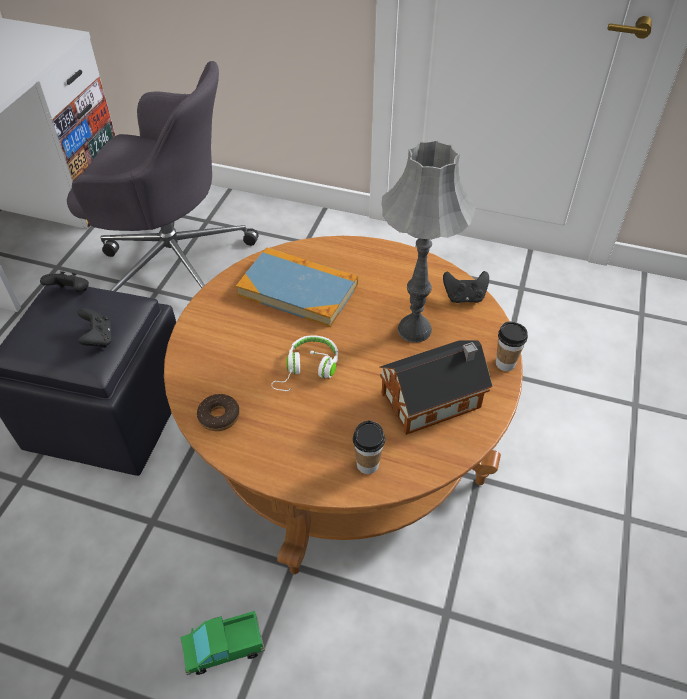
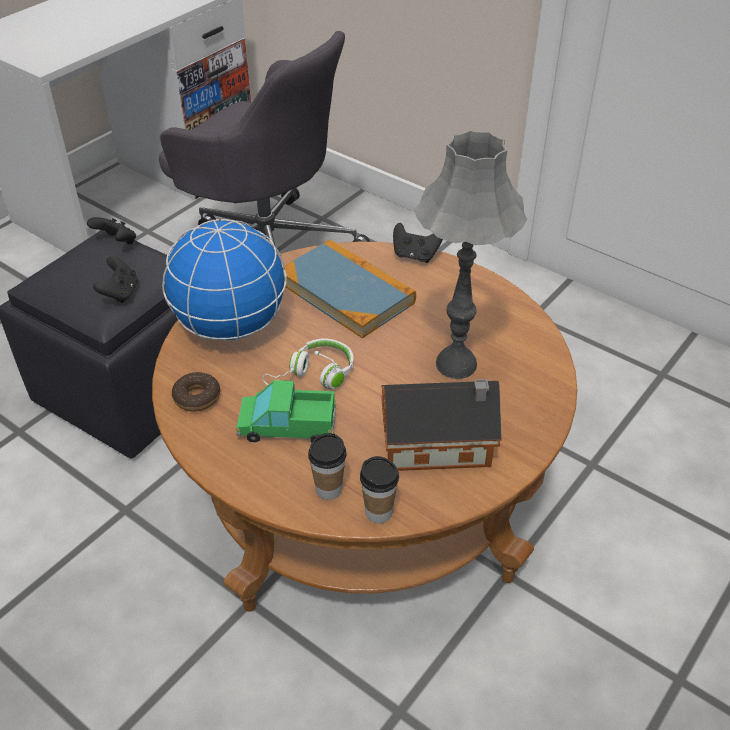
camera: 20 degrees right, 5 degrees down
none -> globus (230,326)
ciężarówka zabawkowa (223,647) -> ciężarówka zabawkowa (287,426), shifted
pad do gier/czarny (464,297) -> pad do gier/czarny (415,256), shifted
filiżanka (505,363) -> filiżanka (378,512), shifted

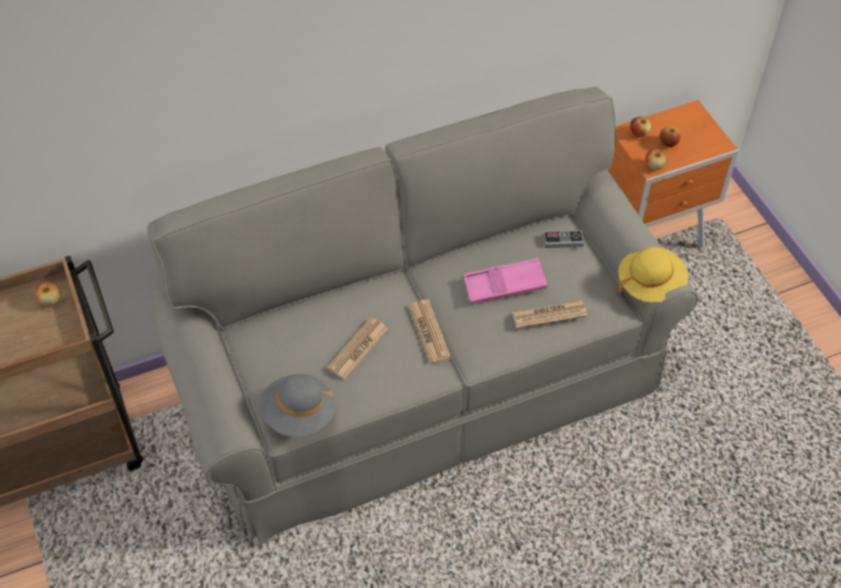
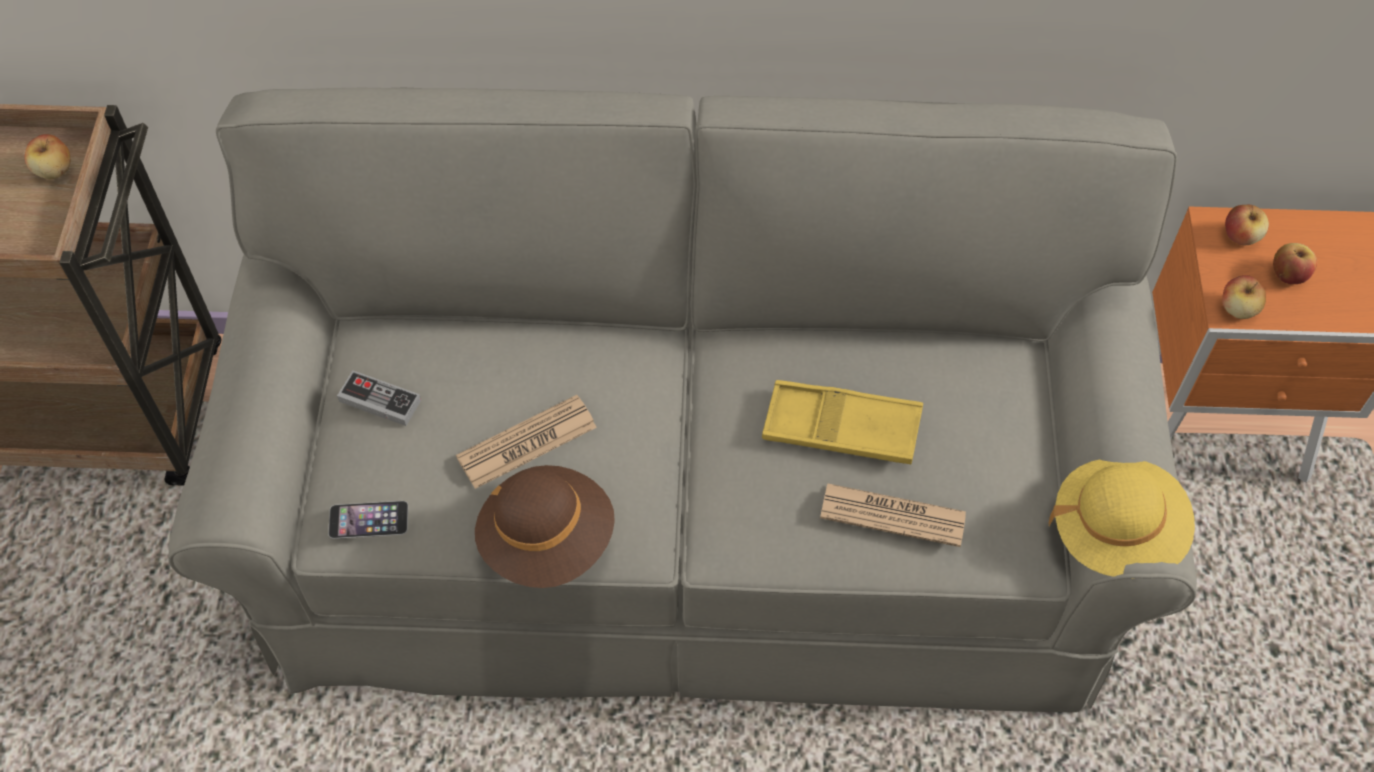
camera: 25 degrees right, 5 degrees up
gazeta (429,331) -> none
none -> kapelusz/brązowy (547,540)
pad do gier (563,240) -> pad do gier (380,400), shifted
kapelusz/szary (299,414) -> telefon (368,520)
taca/różowy (504,285) -> taca/żółty (841,428)

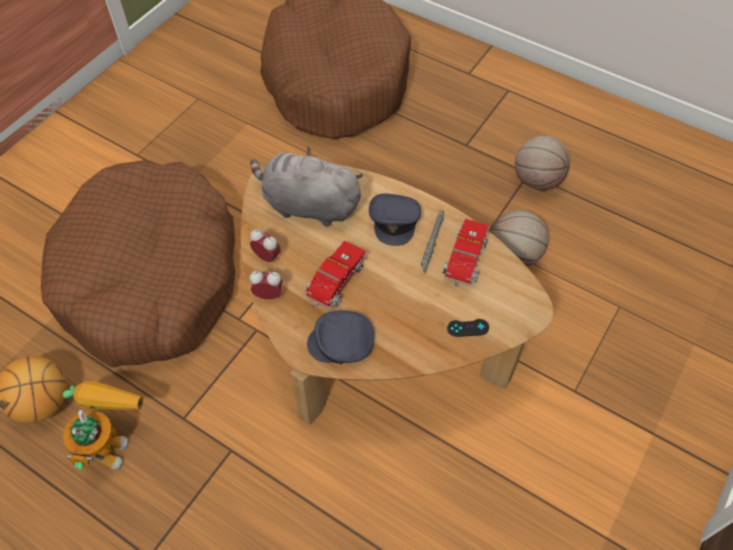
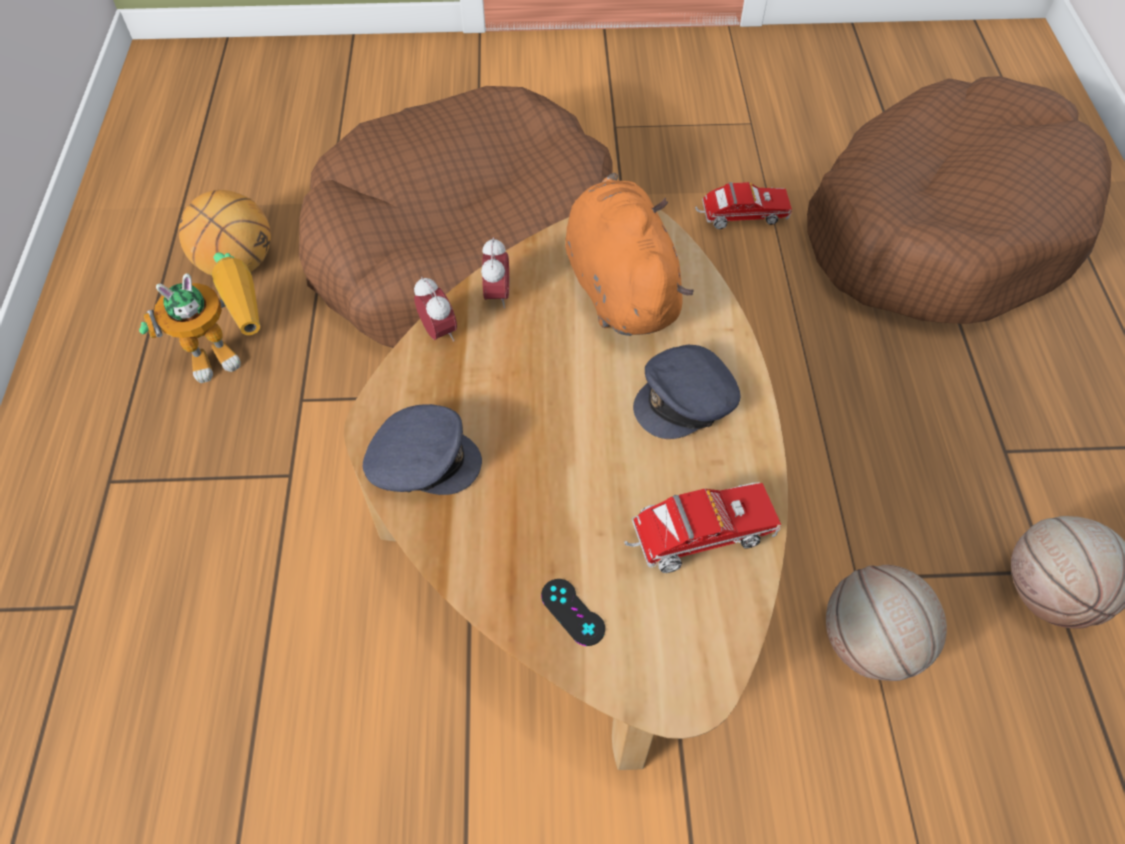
camera: 55 degrees right, 0 degrees up
latarka/szary (432,242) -> none
ciężarówka zabawkowa (335,283) -> ciężarówka zabawkowa (739,216), shifted
pluszak/szary (307,205) -> pluszak/pomarańczowy (619,286)
czapka z daszkiem/szary (342,344) -> czapka z daszkiem/szary (422,460), 135 degrees clockwise

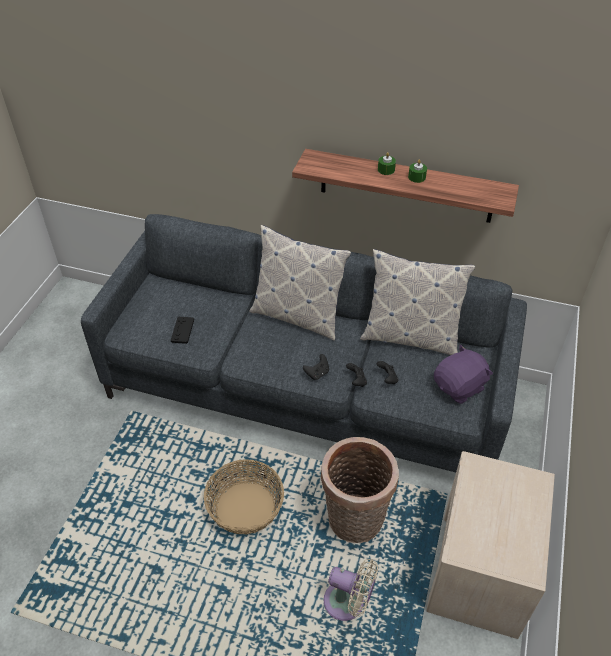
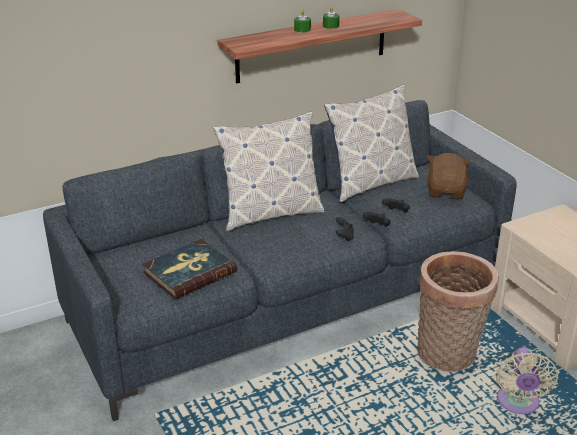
camera: 45 degrees left, 15 degrees down
koszyk (245,507) -> none
pad do gier/czarny (182,330) -> książka (189,272)
pluszak/fioletowy (459,387) -> pluszak/brązowy (446,192)
wentylator/beżowy (348,603) -> wentylator/beżowy (518,404), 120 degrees clockwise

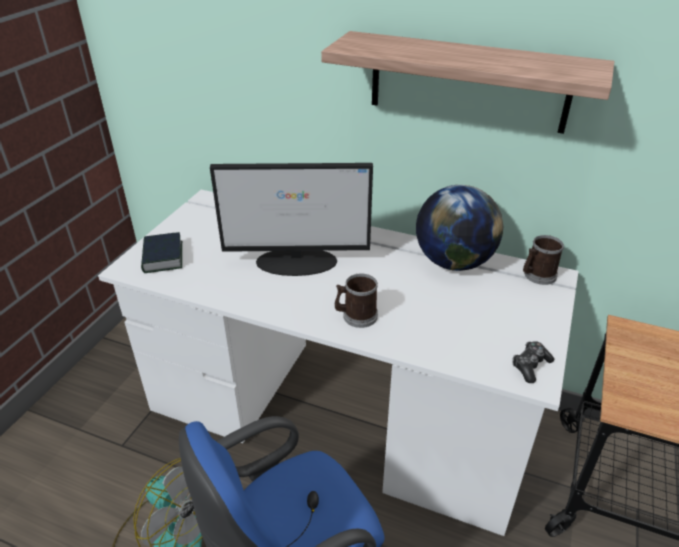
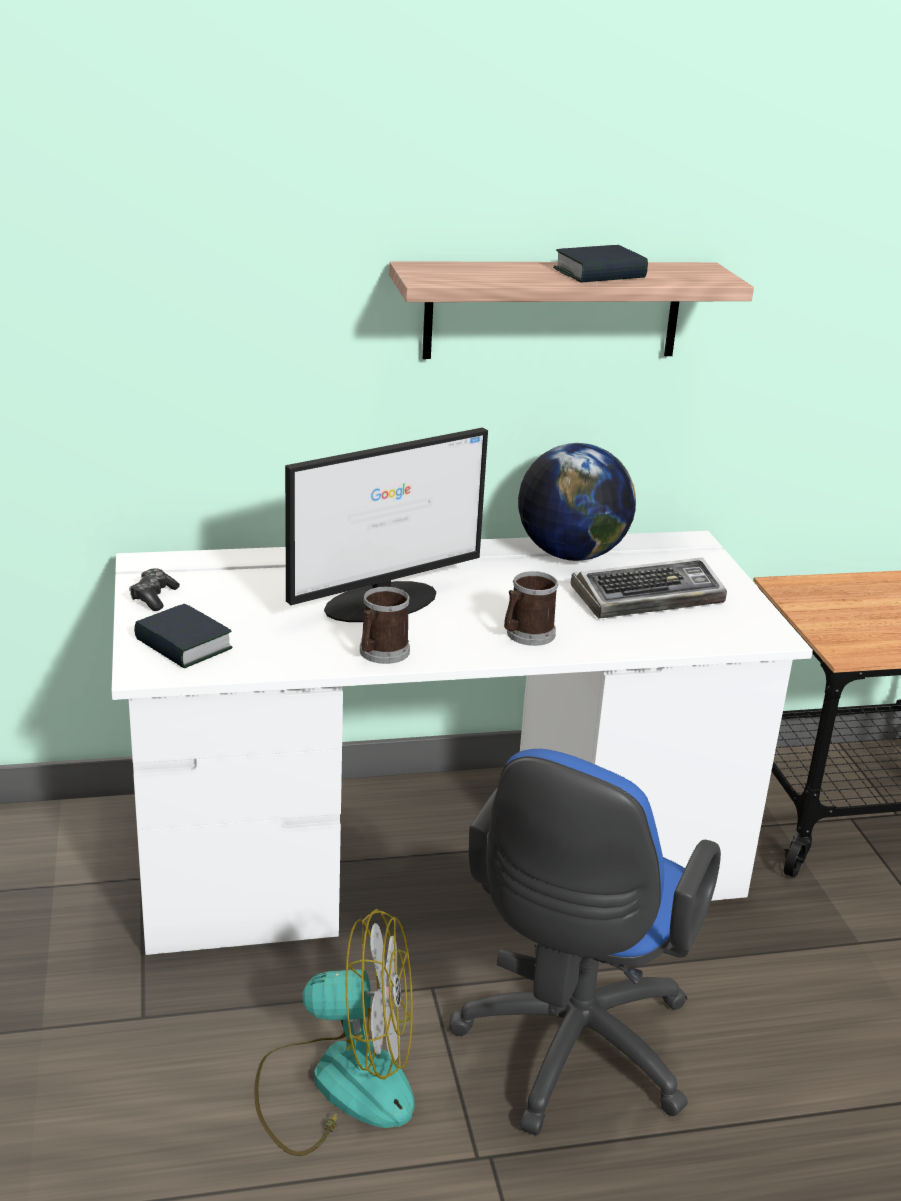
camera: 35 degrees left, 10 degrees down
none -> książka (599,274)
none -> klawiatura (648,597)
pad do gier (530,366) -> pad do gier (153,597), shifted
kubek (537,275) -> kubek (381,653), shifted

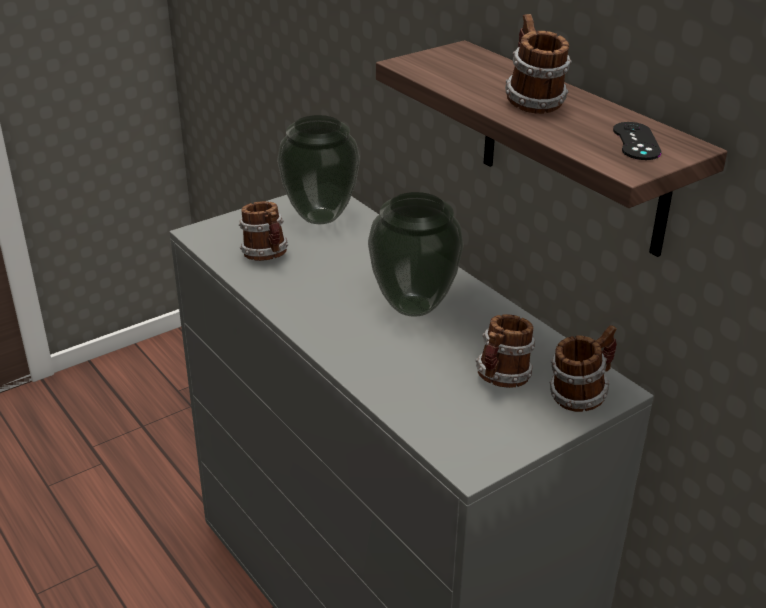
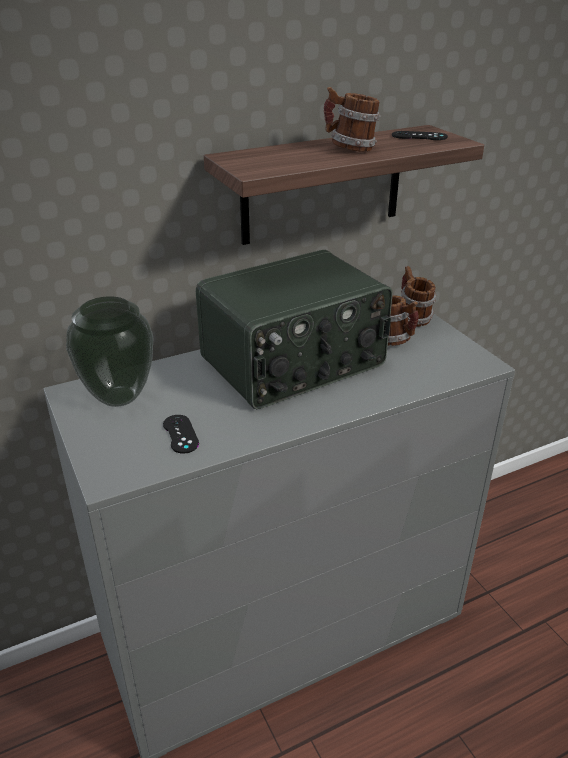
camera: 80 degrees left, 0 degrees up
kubek (266,256) -> pad do gier/czarny (180,434)
wazon (415,306) -> radio (294,363)

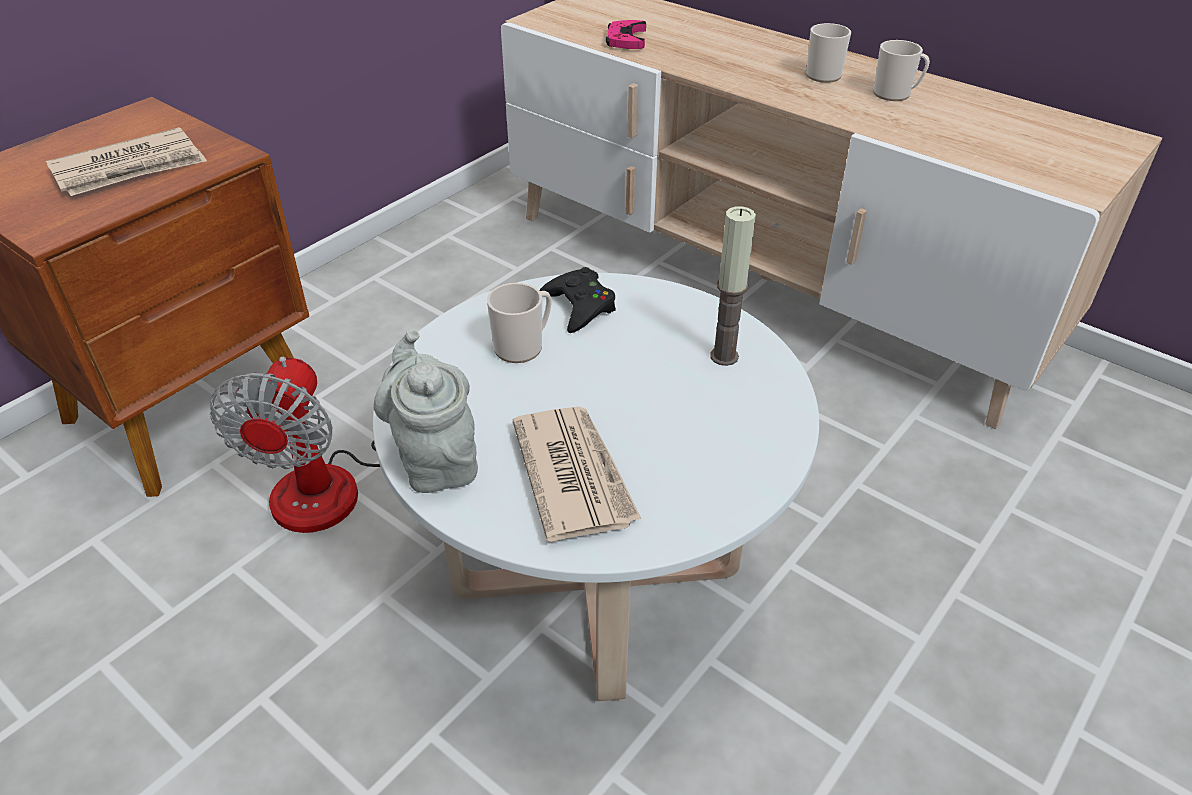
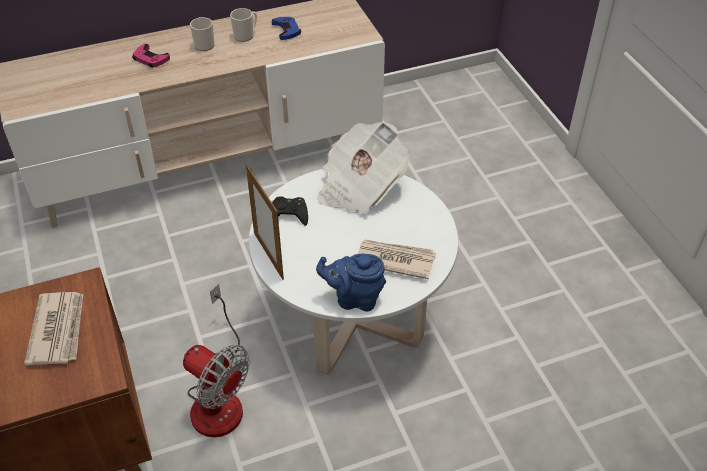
camera: 60 degrees left, 5 degrees up
kubek (523,346) -> none
none -> ramka na zdjęcie (268,255)
none -> pad do gier/niebieski (286,30)
pad do gier/różowy (625,40) -> pad do gier/różowy (150,59), shifted
świeca (724,356) -> gazeta (359,186)
imbryk/szary (435,458) -> imbryk/niebieski (354,298)

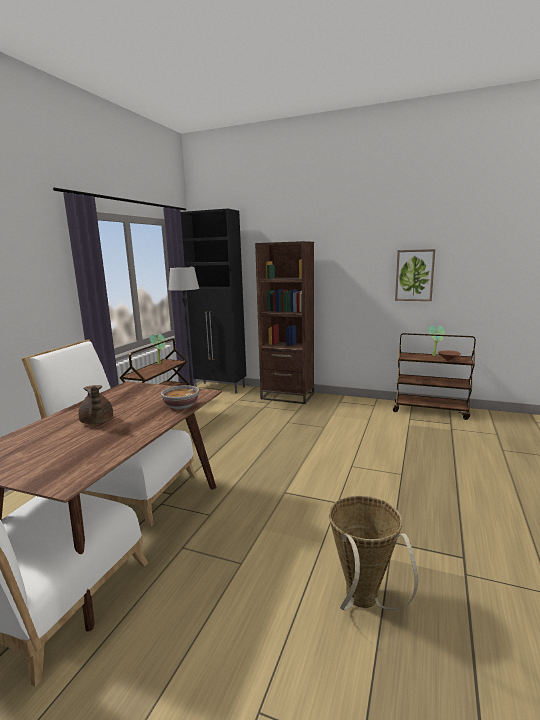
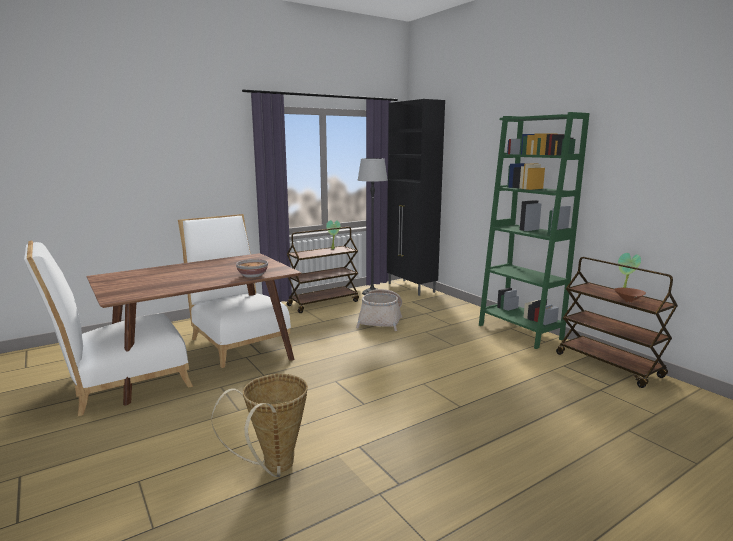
camera: 35 degrees right, 0 degrees up
imbryk/brązowy (96,422) -> none
regał/brązowy (287,396) -> none
obraz (414,275) -> none
none -> koszyk (381,320)
none -> regał/zielony (519,332)

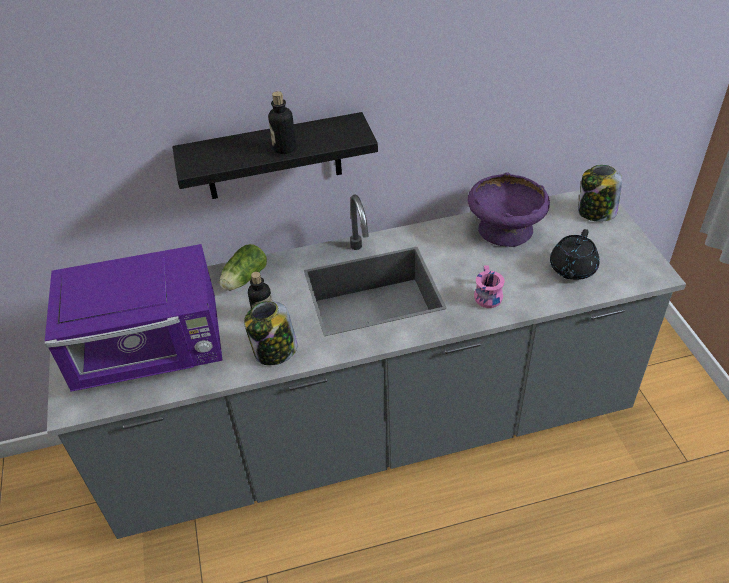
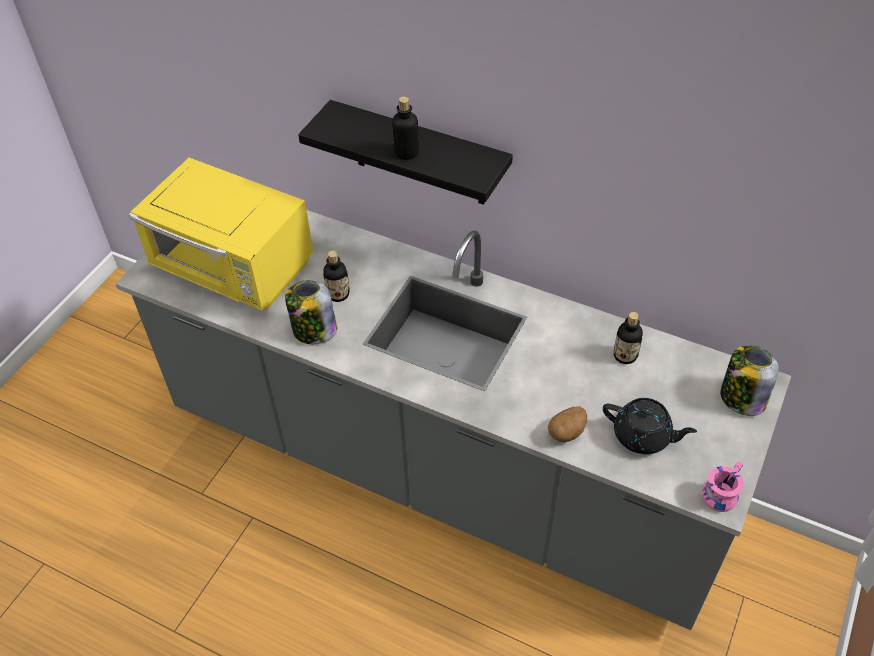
camera: 40 degrees right, 5 degrees up
sałata (243,280) -> none
none -> ziemniak (567,432)
kubek/różowy (485,295) -> kubek/różowy (719,492), shifted
miska/fioletowy (504,231) -> butelka (625,355)
mikrofalówka/fioletowy (152,351) -> mikrofalówka/żółty (234,269)
imbryk/czarny (572,269) -> imbryk/czarny (643,436), 135 degrees counterclockwise

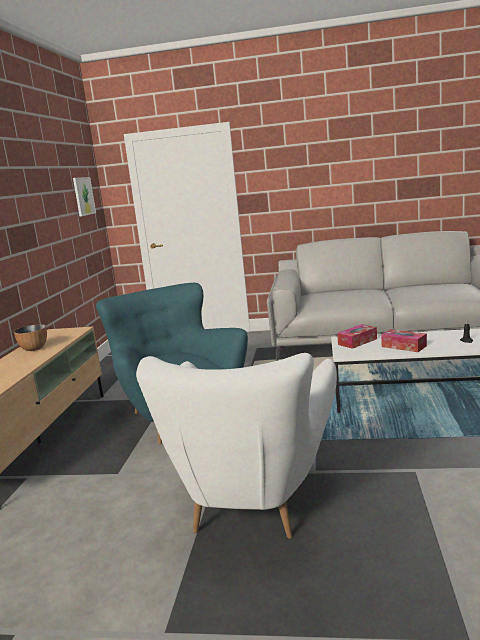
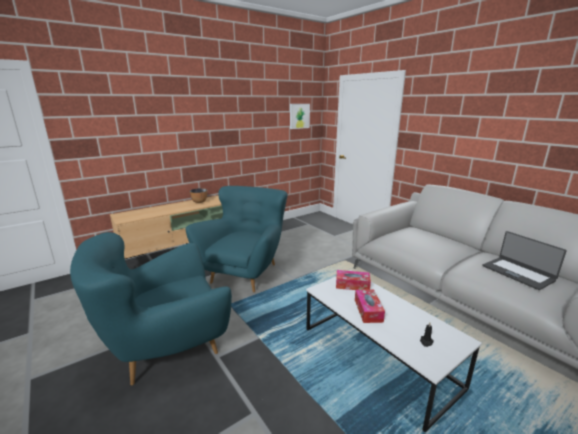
camera: 45 degrees right, 5 degrees up
none -> laptop (518,273)
fotel/biały (252,501) -> fotel/turkusowy (166,348)

